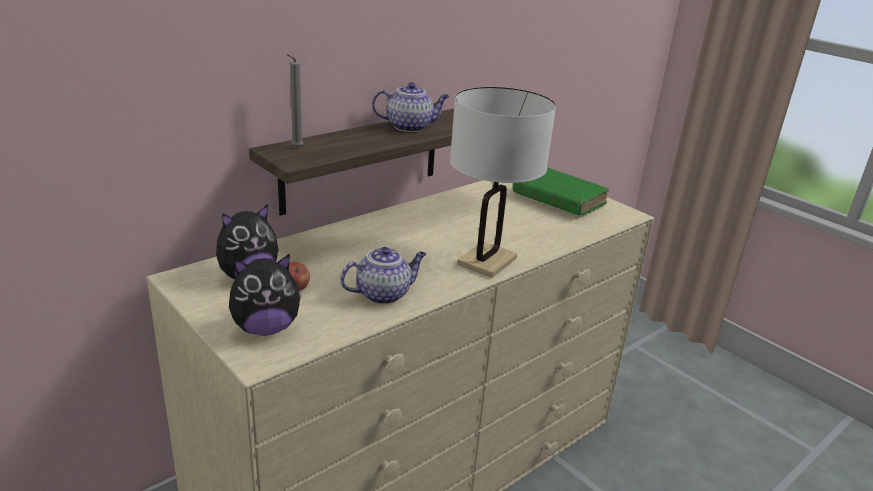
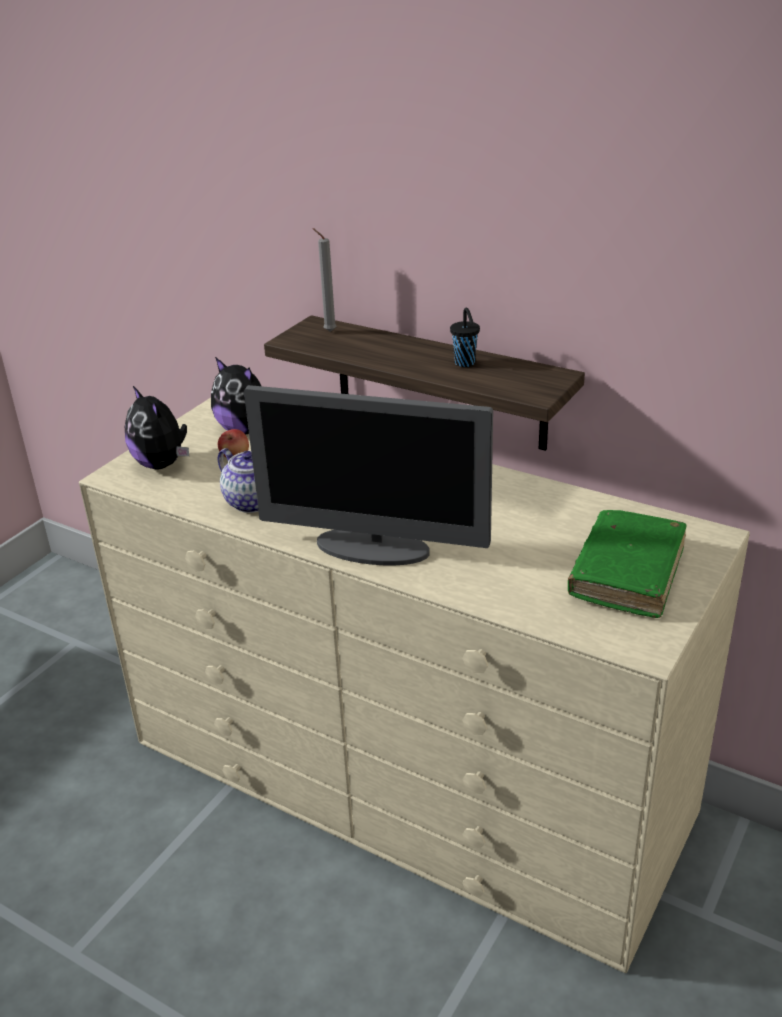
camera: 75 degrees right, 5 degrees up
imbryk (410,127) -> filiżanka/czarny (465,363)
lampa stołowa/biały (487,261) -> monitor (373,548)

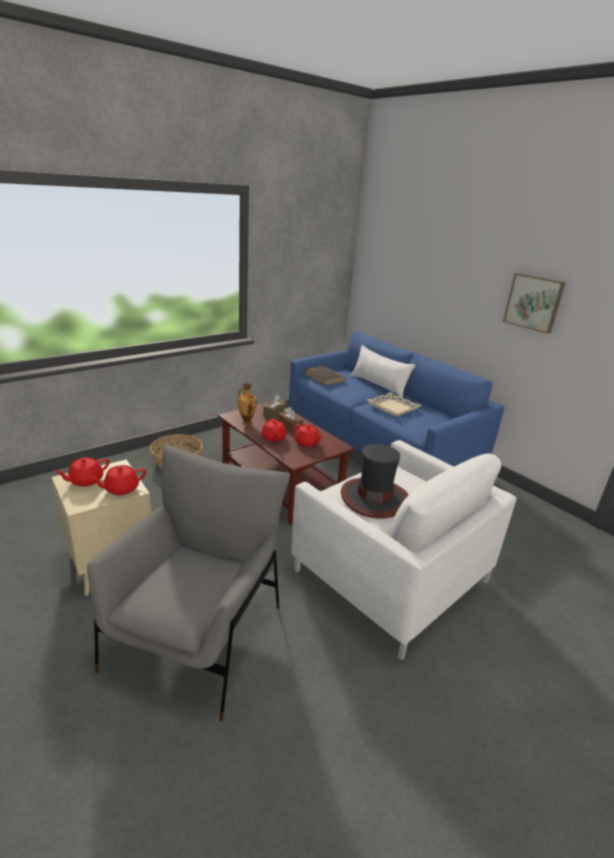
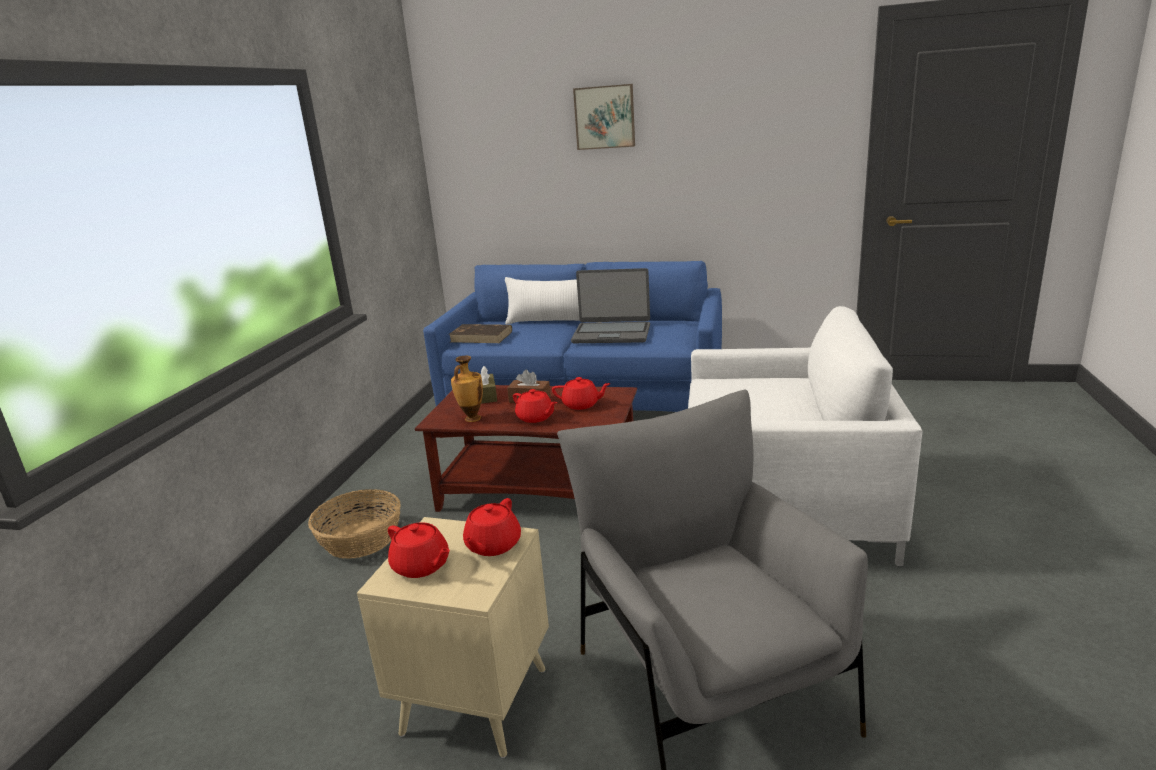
camera: 35 degrees left, 5 degrees down
kapelusz (374,497) -> none
obraz (534,302) -> obraz (605,117), shifted
taca/beżowy (393,407) -> laptop (611,334)
imbryk/czerwony (85,480) -> imbryk/czerwony (421,566), 60 degrees counterclockwise

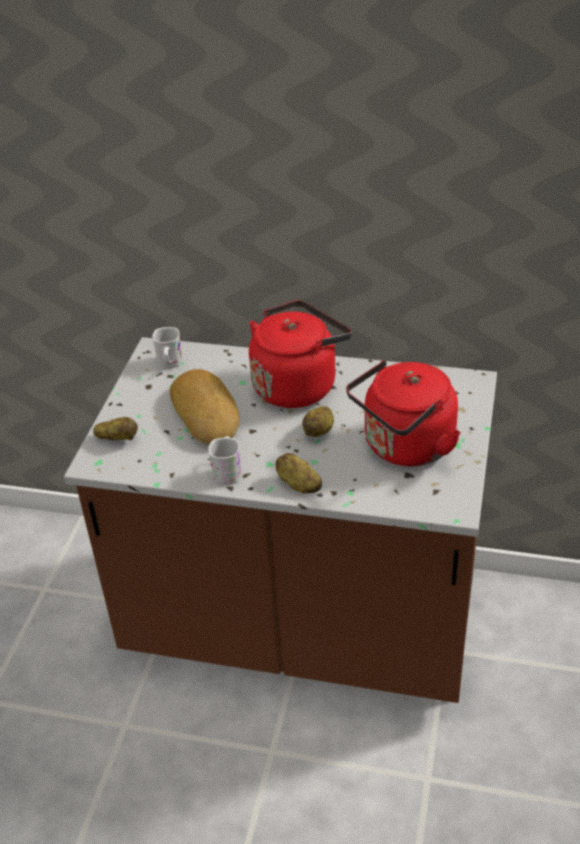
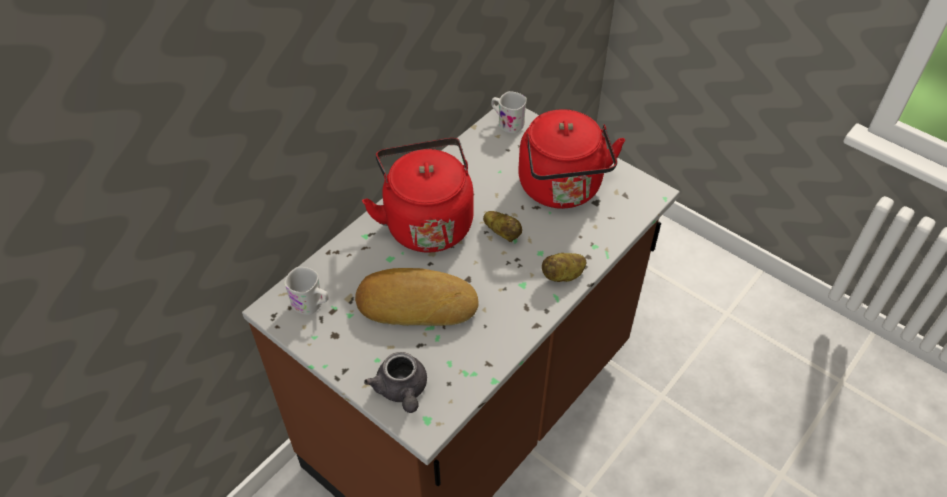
camera: 65 degrees left, 10 degrees up
kubek/biały (227,471) -> kubek/biały (507,123), shifted
ziemniak (118,439) -> imbryk/szary (402,390)

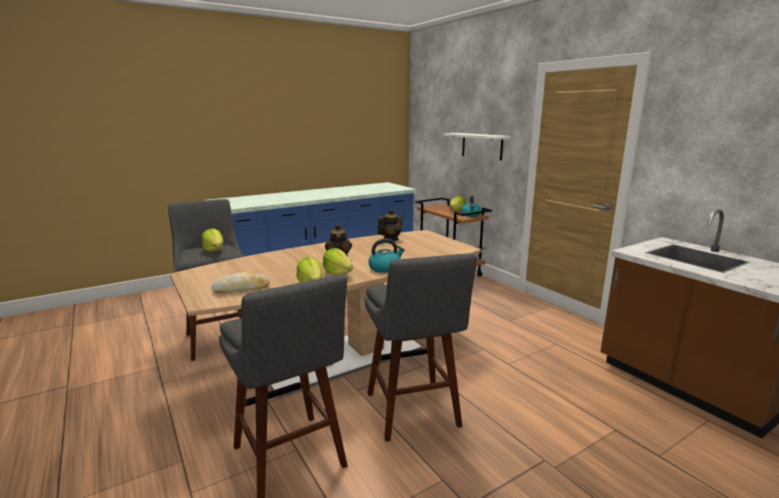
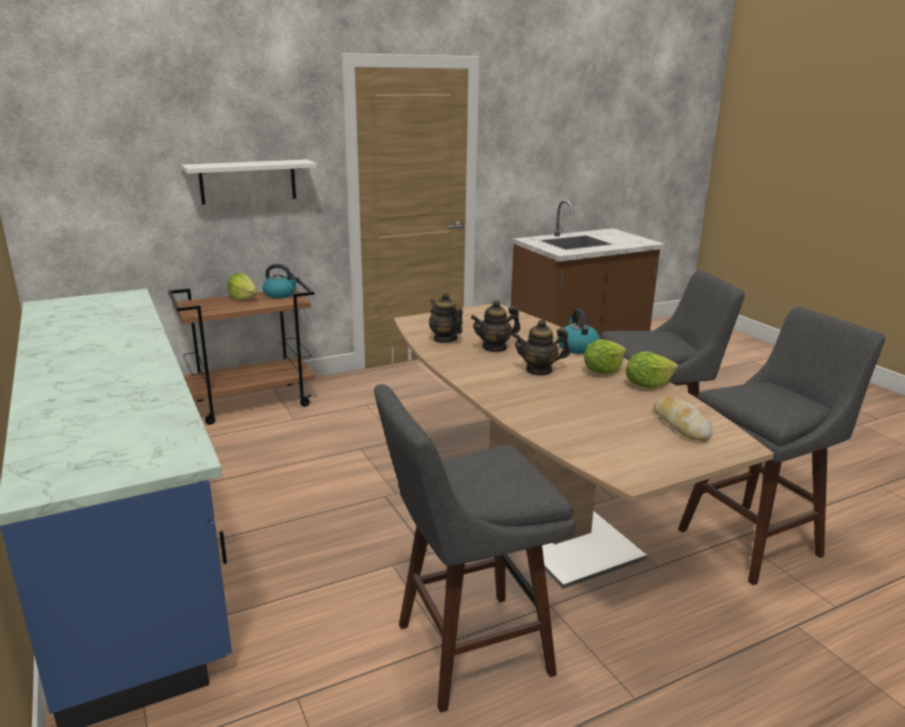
camera: 85 degrees left, 5 degrees up
sałata (214,250) -> none
none -> imbryk (495,347)

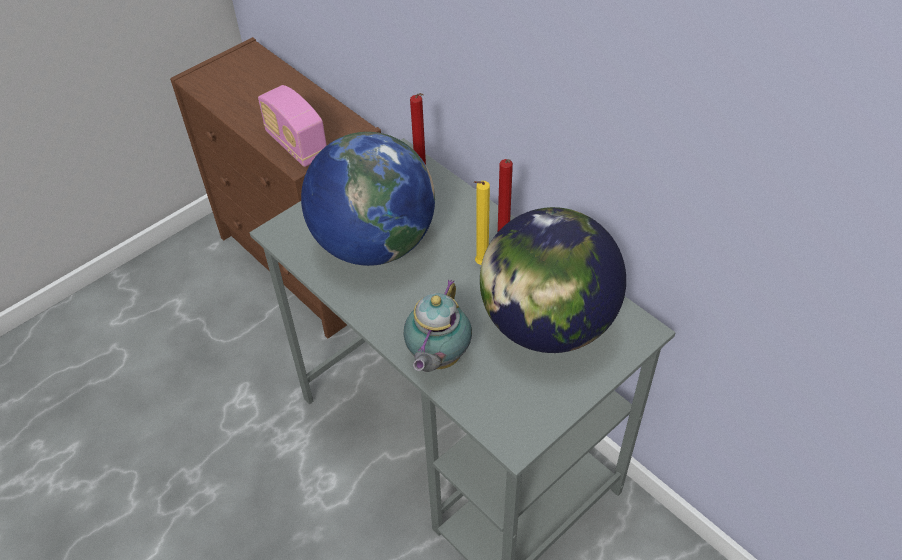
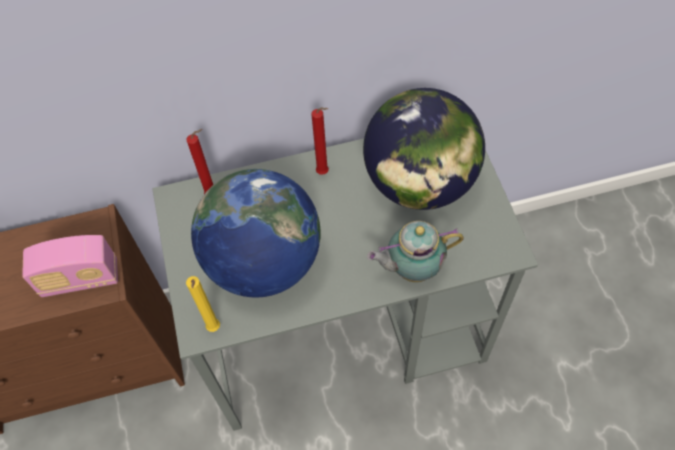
camera: 60 degrees left, 10 degrees up
świeca/żółty (480,264) -> świeca/żółty (214,329), shifted
imbryk (437,359) -> imbryk (411,268), 120 degrees clockwise

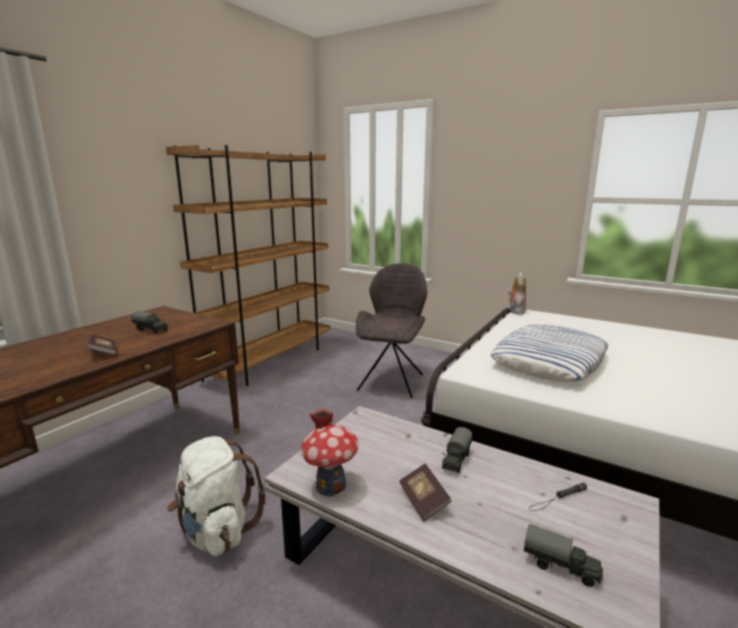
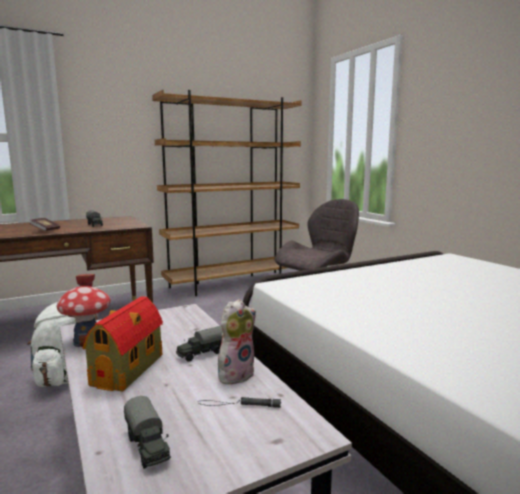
camera: 30 degrees right, 5 degrees down
poduszka (549,361) -> none
pluszak (515,311) -> pluszak (236,374), shifted
książka (424,501) -> domek (129,369)

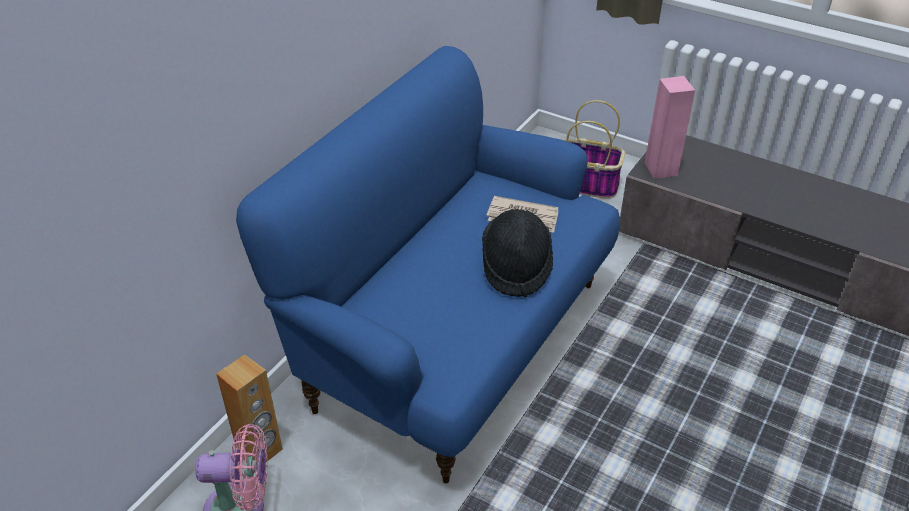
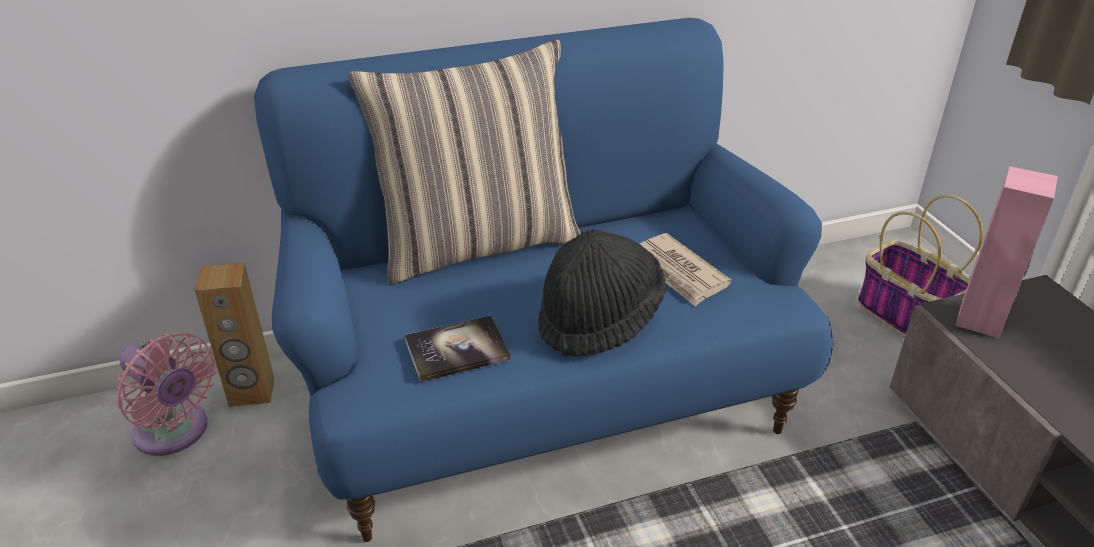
camera: 40 degrees right, 5 degrees down
none -> poduszka (479,243)
none -> książka (457,350)

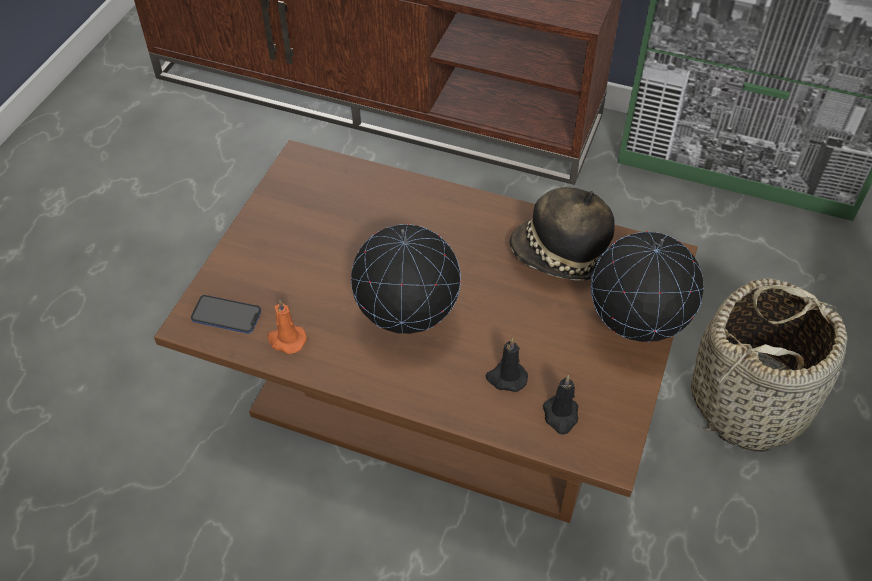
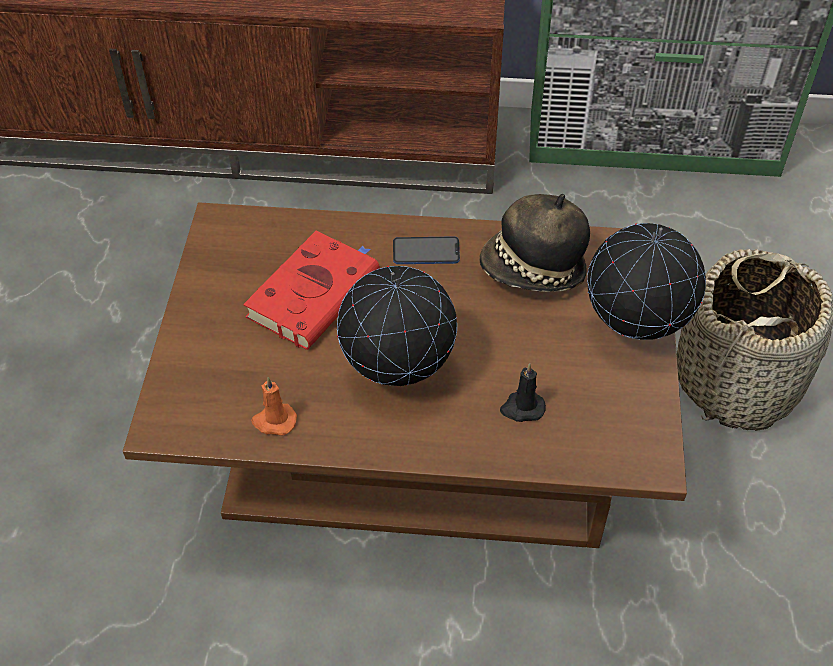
camera: 15 degrees left, 0 degrees up
świeca/czarny (561,416) -> none
none -> książka/czerwony (315,293)
telefon (226,315) -> telefon (426,252), shifted

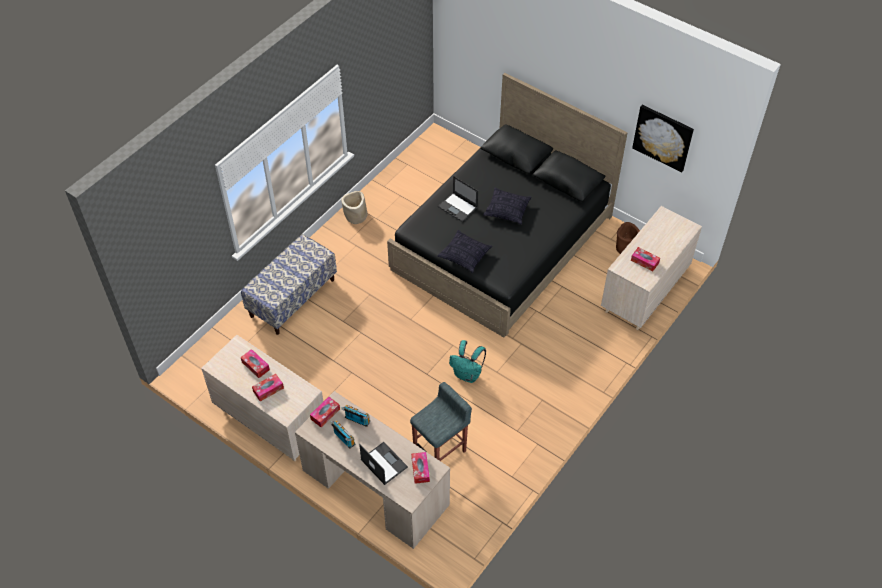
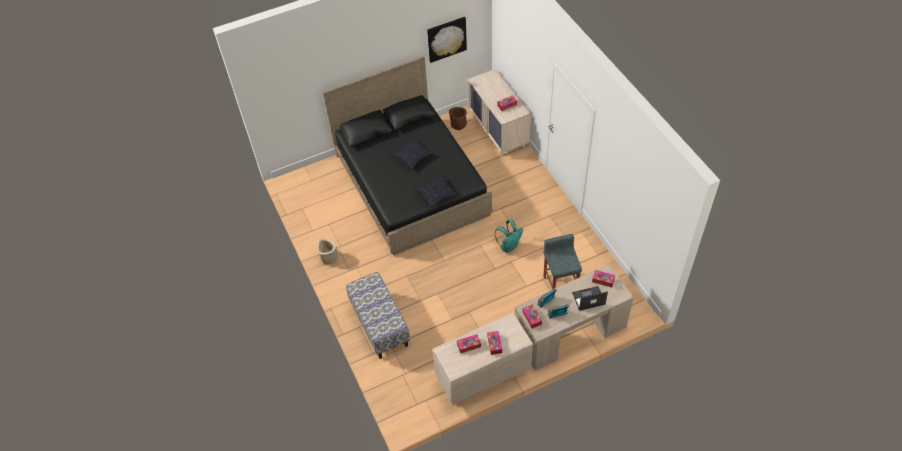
camera: 60 degrees left, 0 degrees up
laptop (458,207) -> none

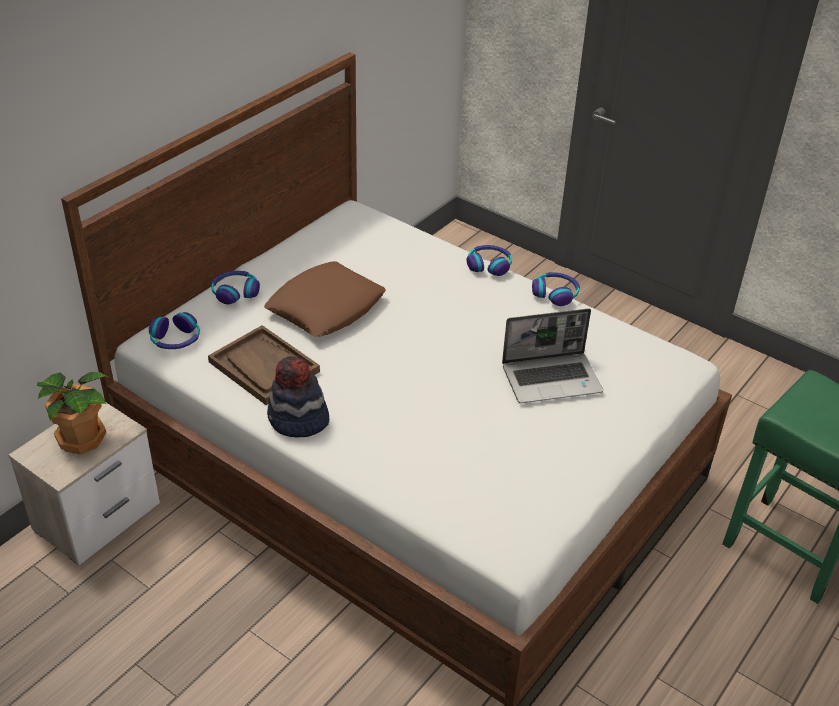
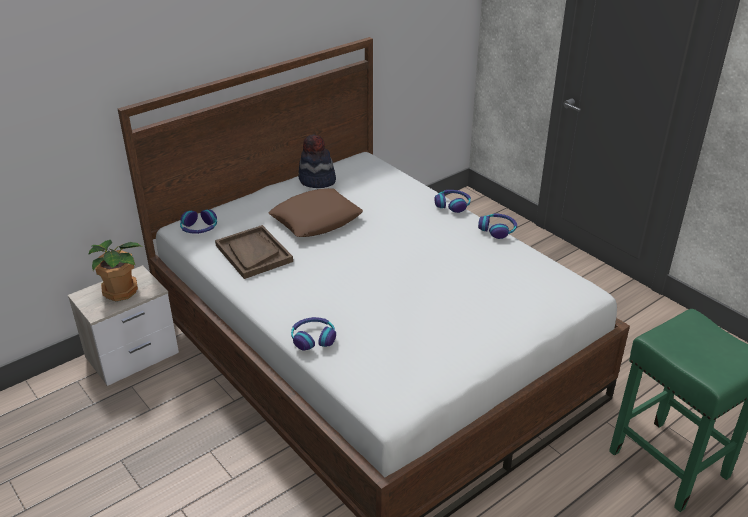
camera: 15 degrees right, 5 degrees down
laptop (552,379) -> none
słuchawki (235,292) -> słuchawki (313,338), shifted
kapelusz (298,420) -> kapelusz (317,180), shifted

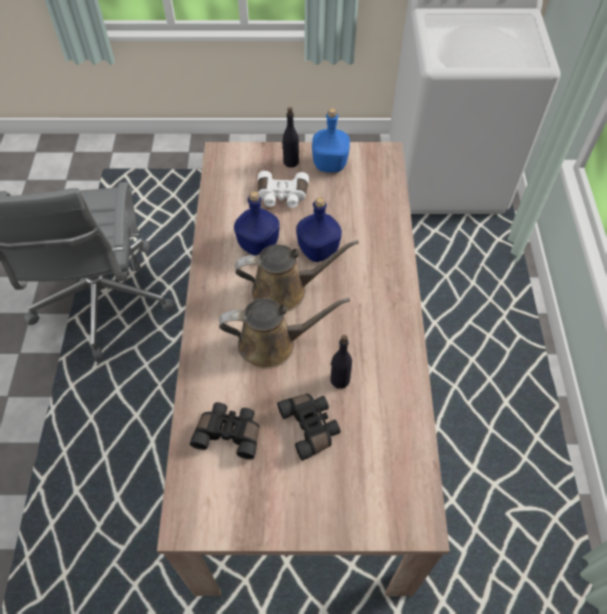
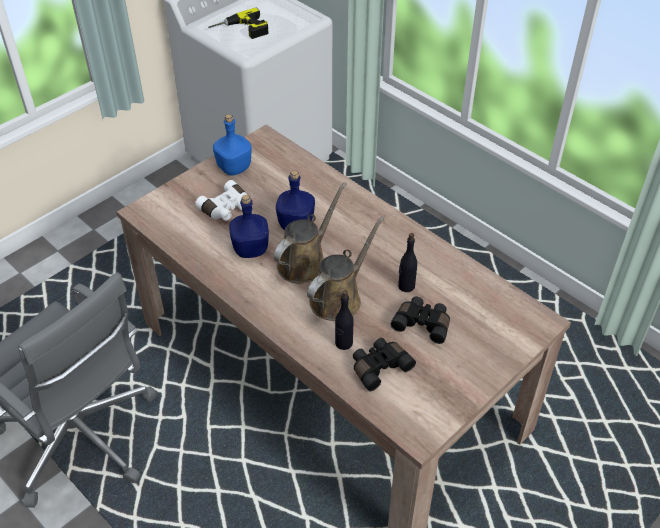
camera: 45 degrees left, 10 degrees down
none -> wiertarka (240,31)
butelka/czarny (290,162) -> butelka/czarny (343,343), shifted

